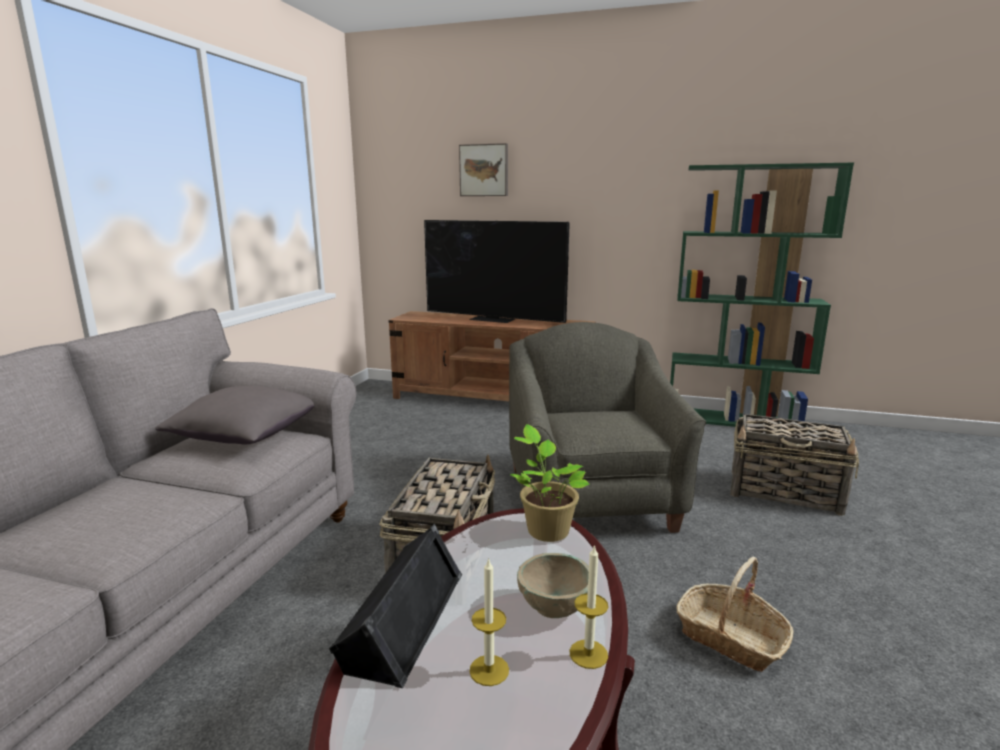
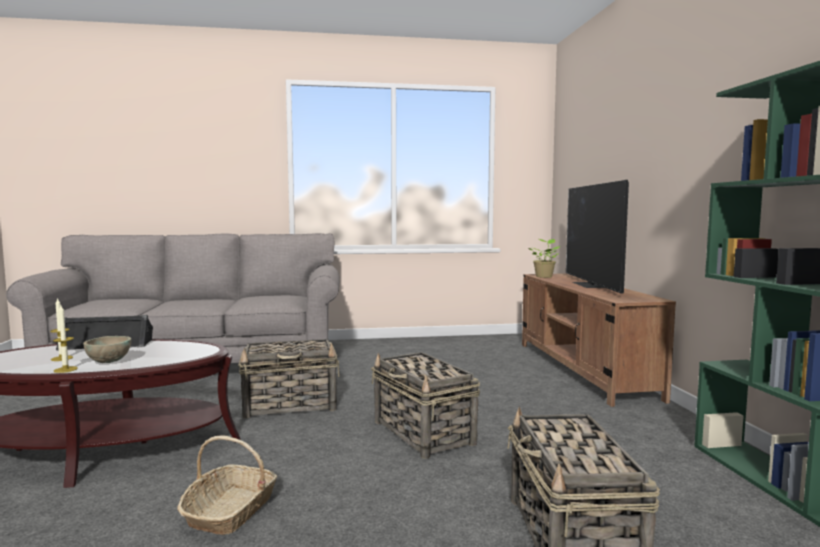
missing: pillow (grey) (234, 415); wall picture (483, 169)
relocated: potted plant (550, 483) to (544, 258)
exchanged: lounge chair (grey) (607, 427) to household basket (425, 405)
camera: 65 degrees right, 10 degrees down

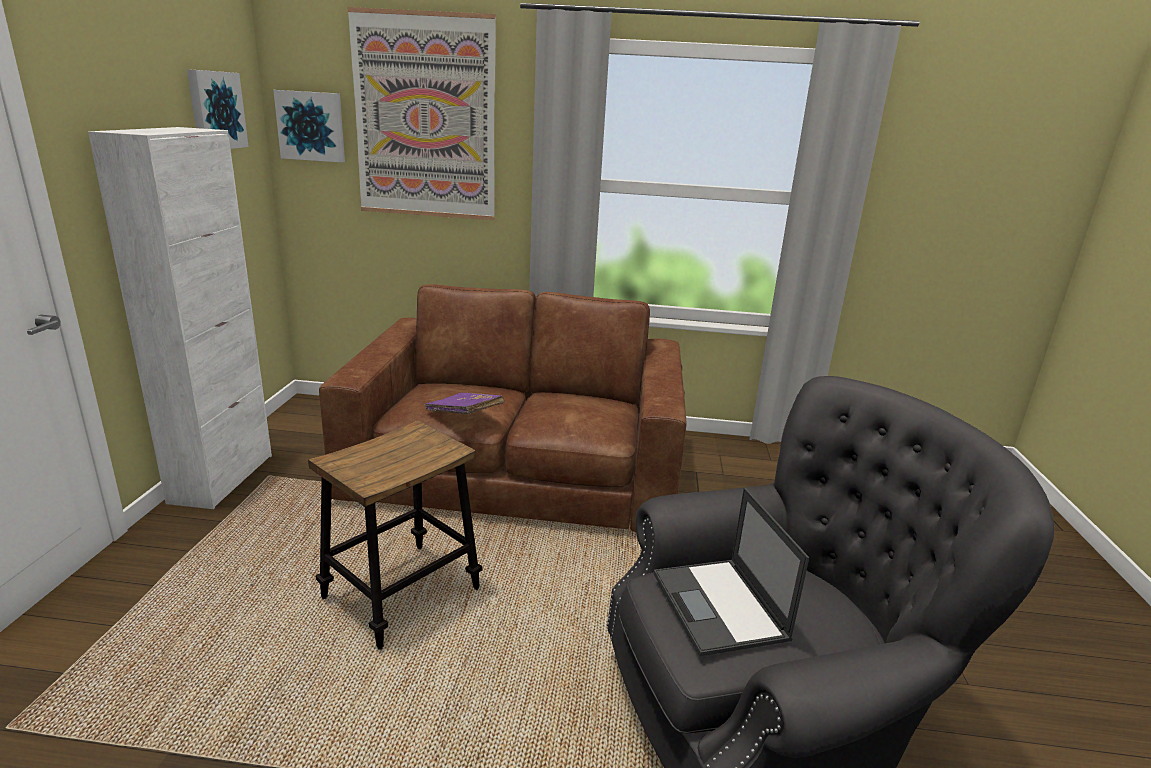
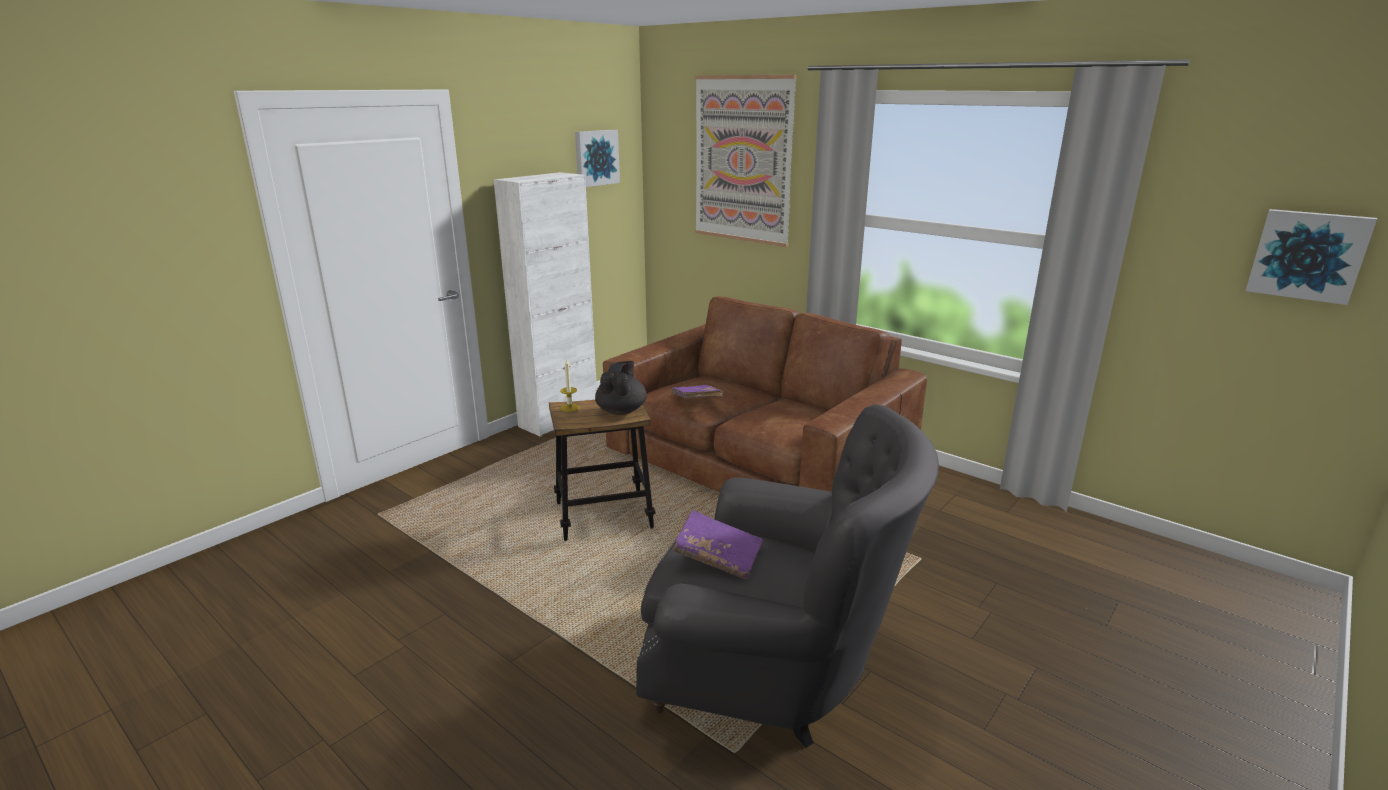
appeared: wax candle (570, 385); teapot (black) (621, 388)
relocated: wall picture (309, 126) to (1311, 257)
exchanged: portable computer (731, 572) to book (purple-coloured) (718, 545)
camera: 35 degrees right, 0 degrees up

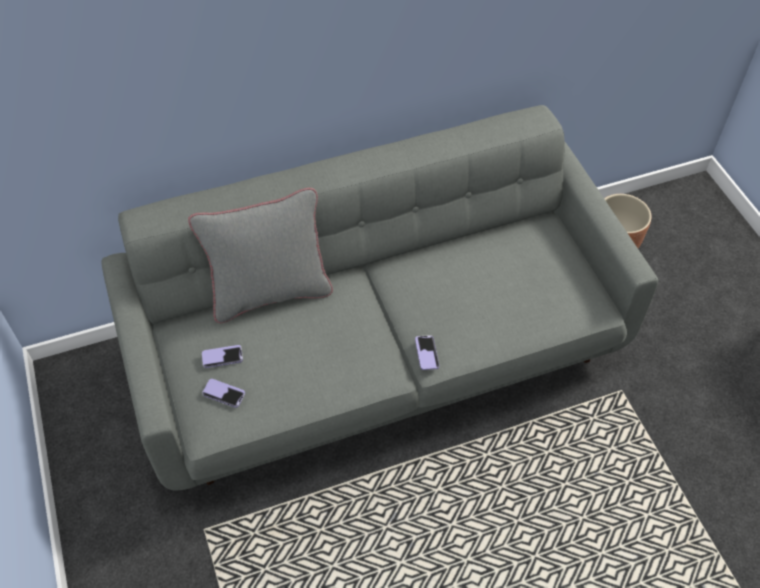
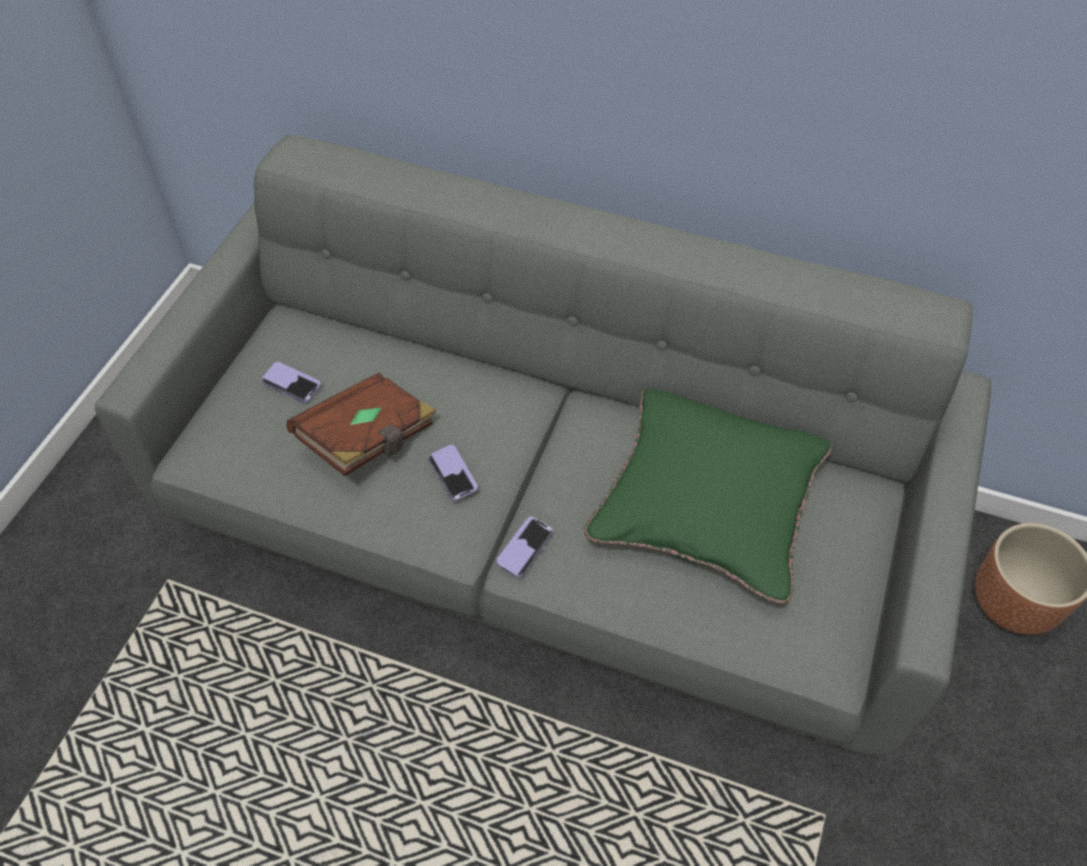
missing: pillow (grey) (260, 255)
appeared: book (brownish) (361, 424); pillow (green) (708, 496)
relocated: telephone (223, 393) to (453, 473)
camera: 40 degrees right, 0 degrees up

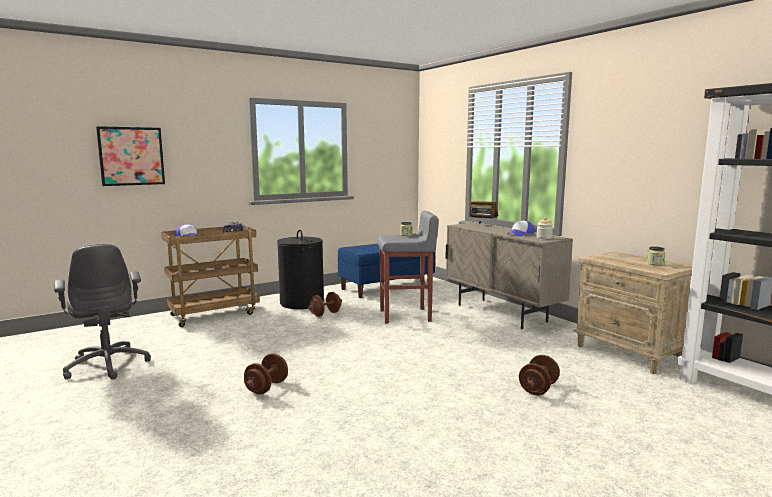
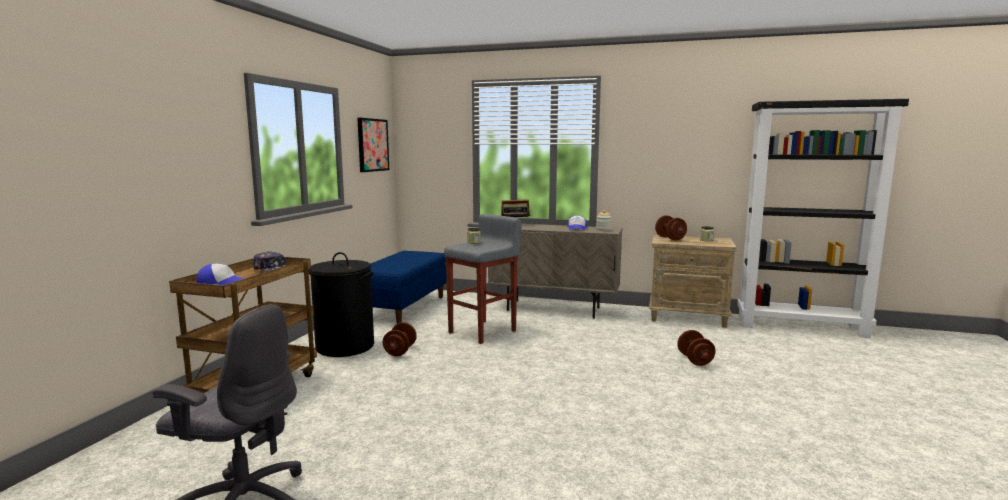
relocated: wall picture (130, 156) to (373, 145); hand weight (brownish) (266, 374) to (671, 228)
camera: 40 degrees left, 0 degrees up

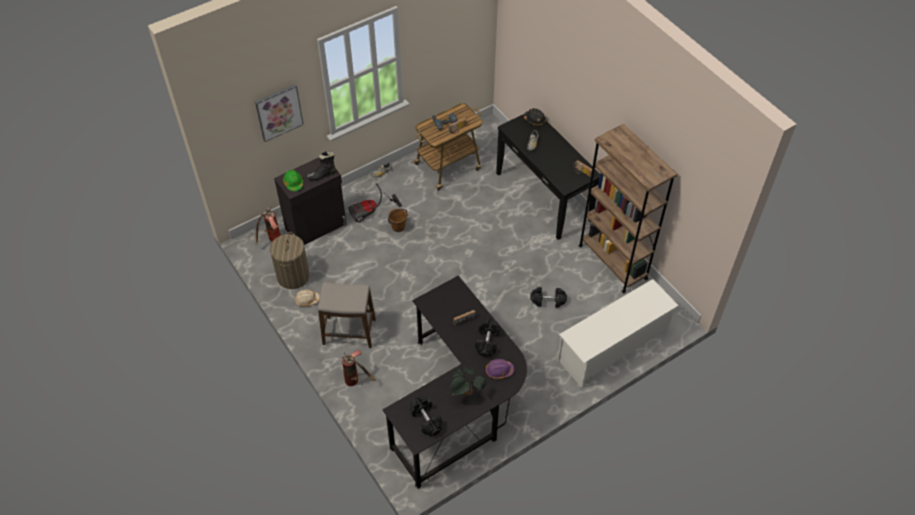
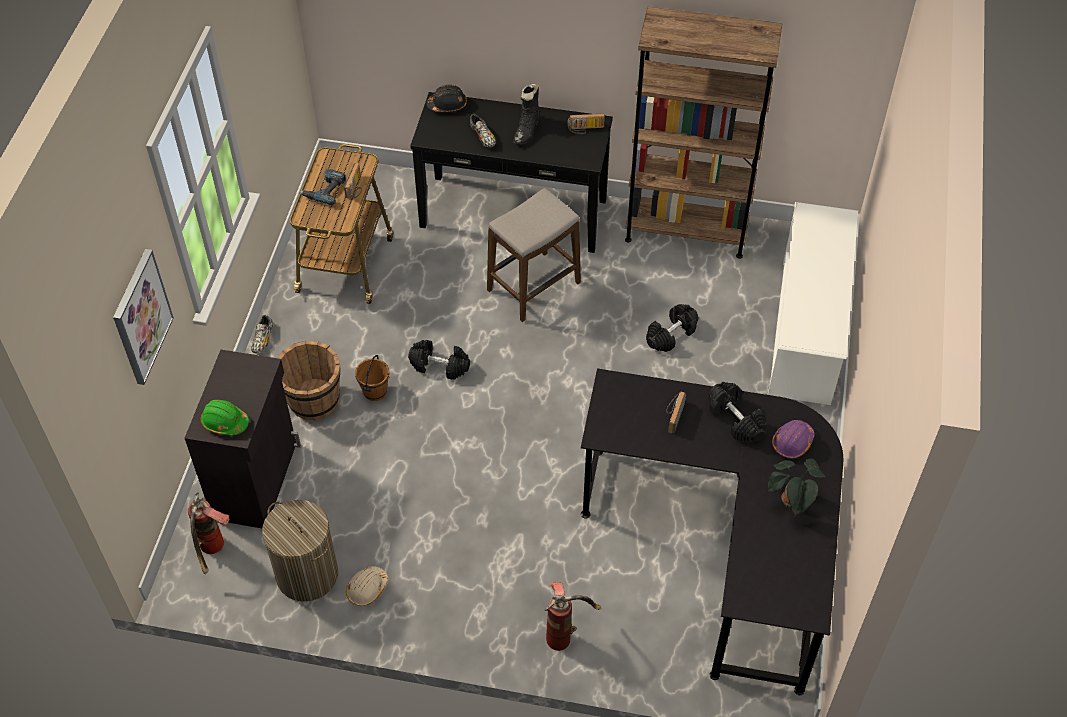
relocated: high-top boot (black) (321, 166) to (526, 114); sitting stool (347, 315) to (534, 255); hand weight (black) (426, 416) to (439, 360)
exchanged: hoover (375, 202) to water bucket (brownish) (309, 380)
camera: 45 degrees left, 0 degrees up

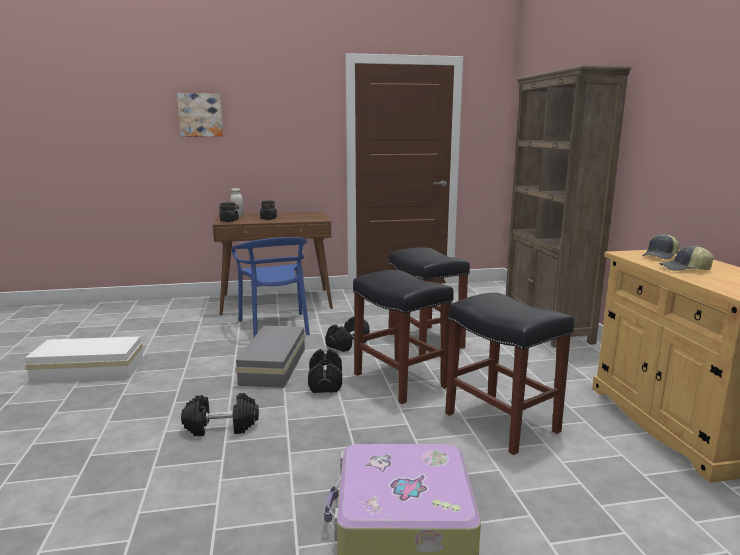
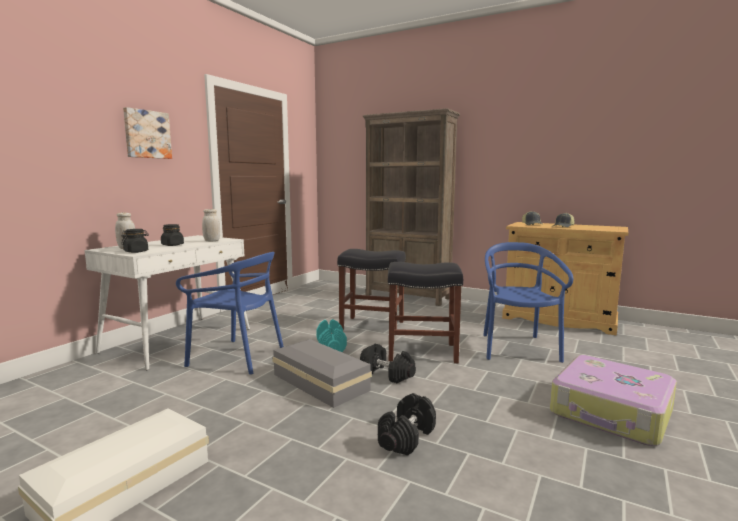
appeared: preserve jar (white) (211, 225)
relocated: wall picture (200, 115) to (147, 133)
exchanged: sitting stool (black) (509, 374) to upright chair (blue-coloured) (528, 302)
colour: desk unit (brownish) (273, 263) to desk unit (white) (167, 302); hand weight (black) (347, 334) to hand weight (blue-green) (331, 335)
camera: 50 degrees left, 5 degrees down

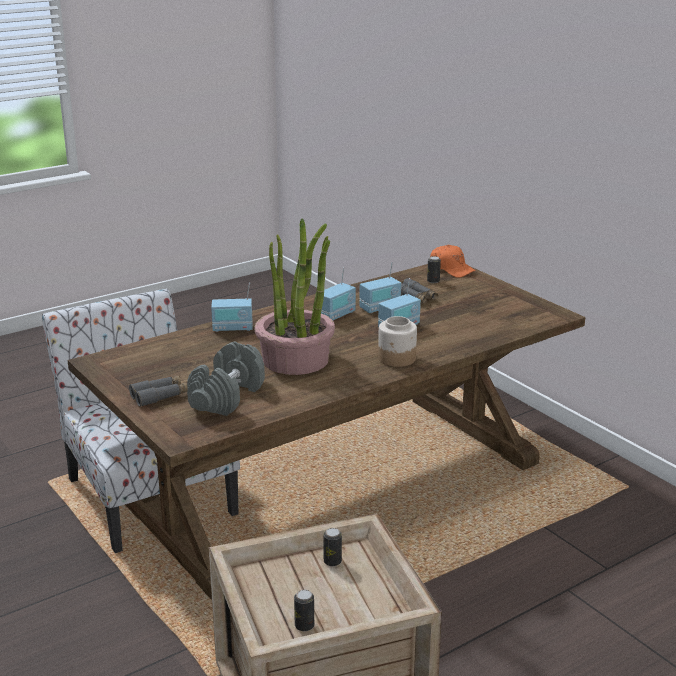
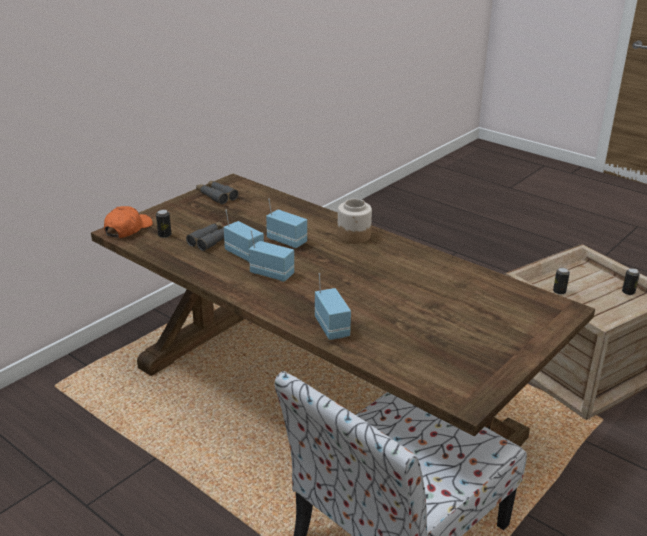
missing: hand weight (grey) (226, 379); potted plant (295, 297)
relocated: binoculars (grey) (158, 391) to (217, 192)
camera: 105 degrees left, 5 degrees up

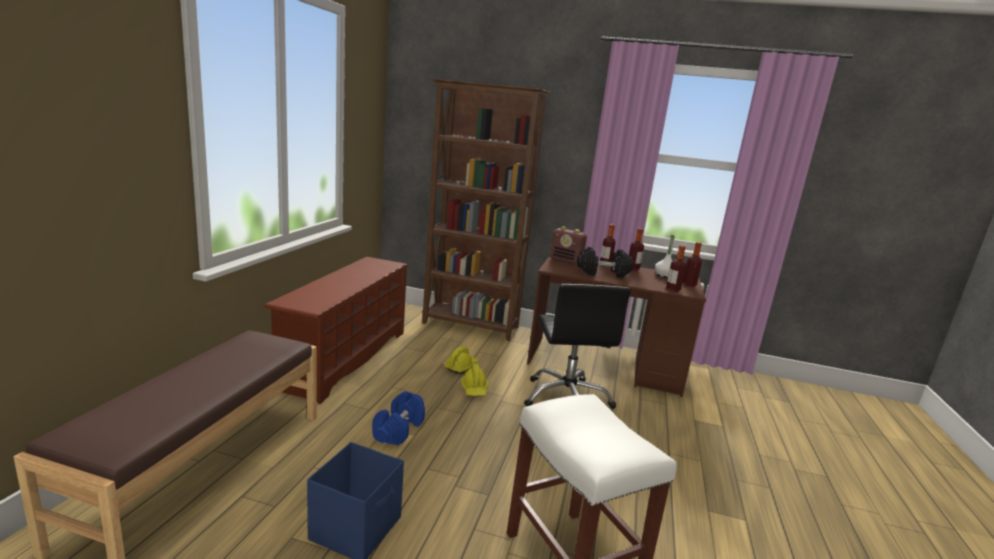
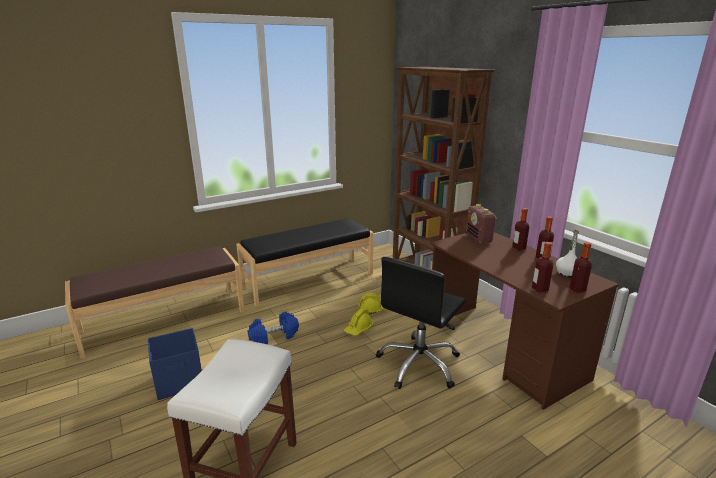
missing: hand weight (black) (605, 262)
exchanged: shoe stand (brownish) (336, 330) to long seat (black) (304, 262)
camera: 45 degrees right, 5 degrees up

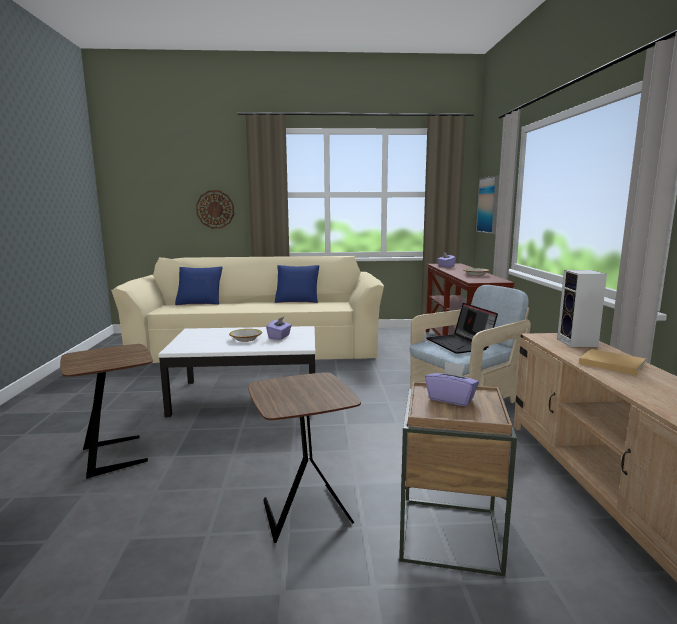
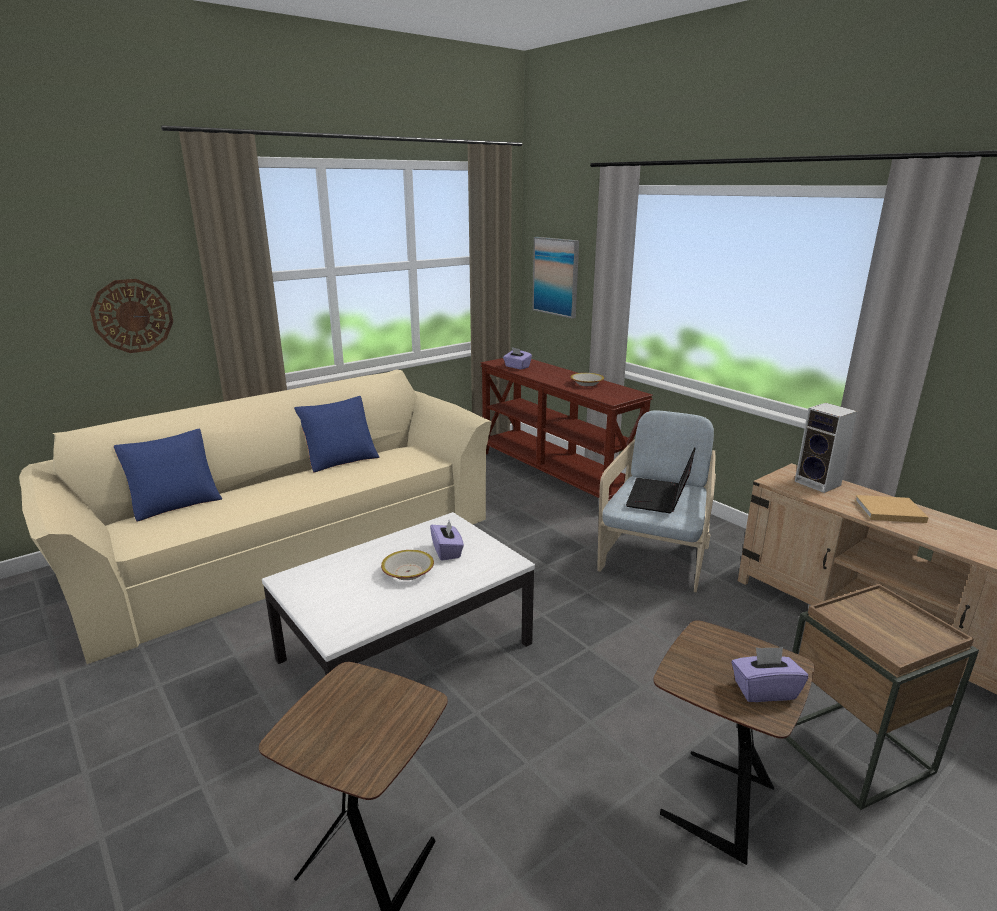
relocated: tissue box (purple-coloured) (452, 383) to (769, 674)
spun: portable computer (462, 328) = (661, 480) 75 degrees clockwise
camera: 35 degrees left, 10 degrees up

